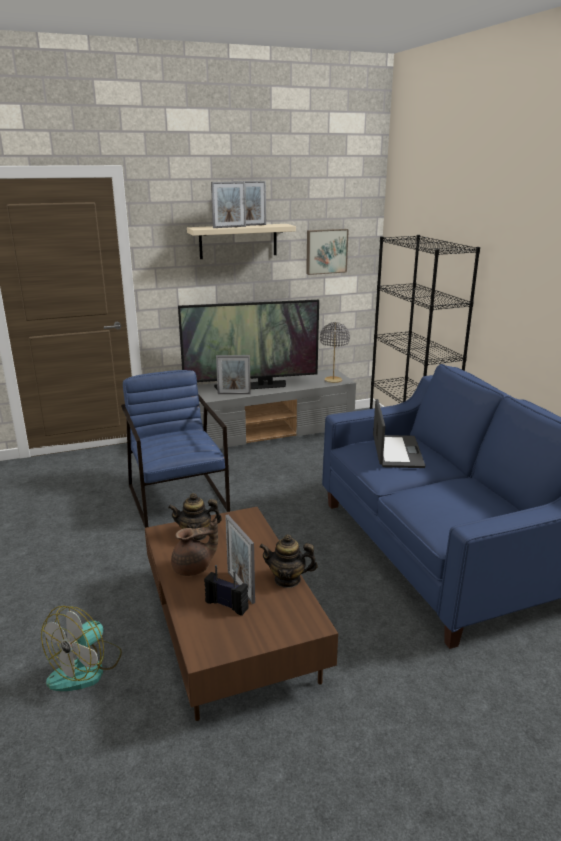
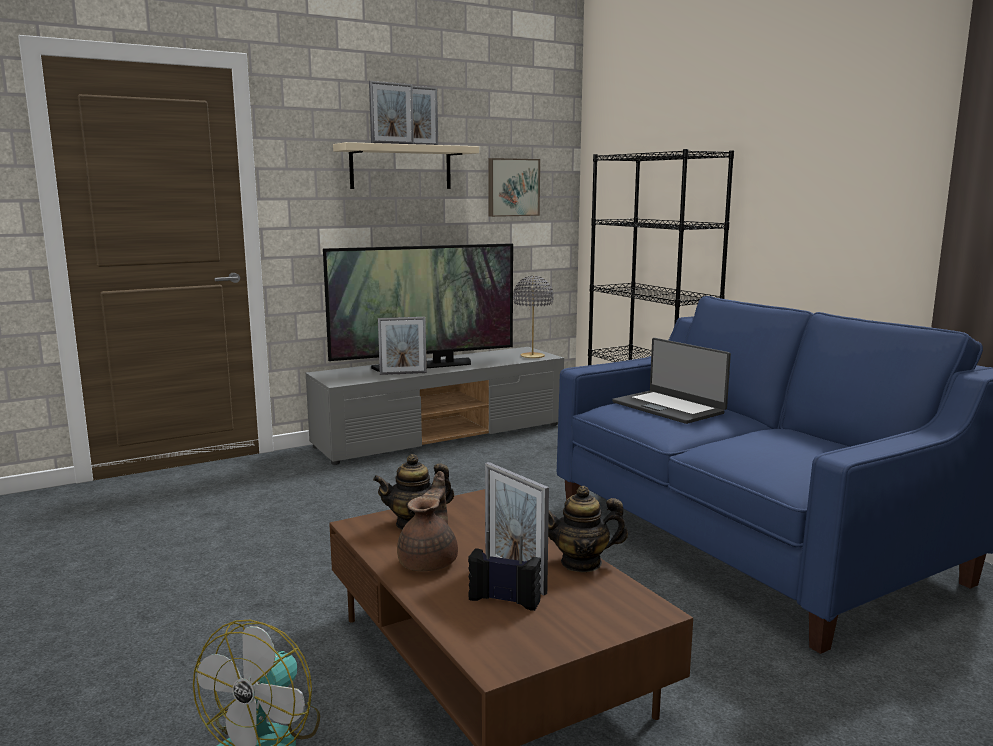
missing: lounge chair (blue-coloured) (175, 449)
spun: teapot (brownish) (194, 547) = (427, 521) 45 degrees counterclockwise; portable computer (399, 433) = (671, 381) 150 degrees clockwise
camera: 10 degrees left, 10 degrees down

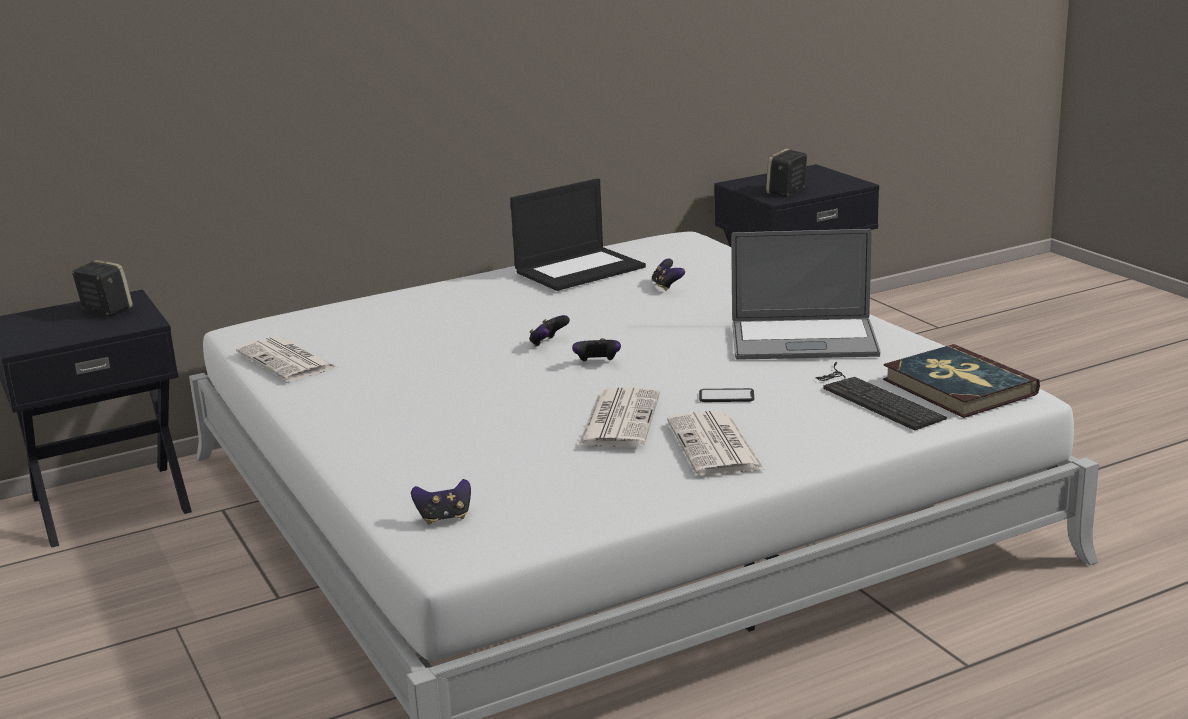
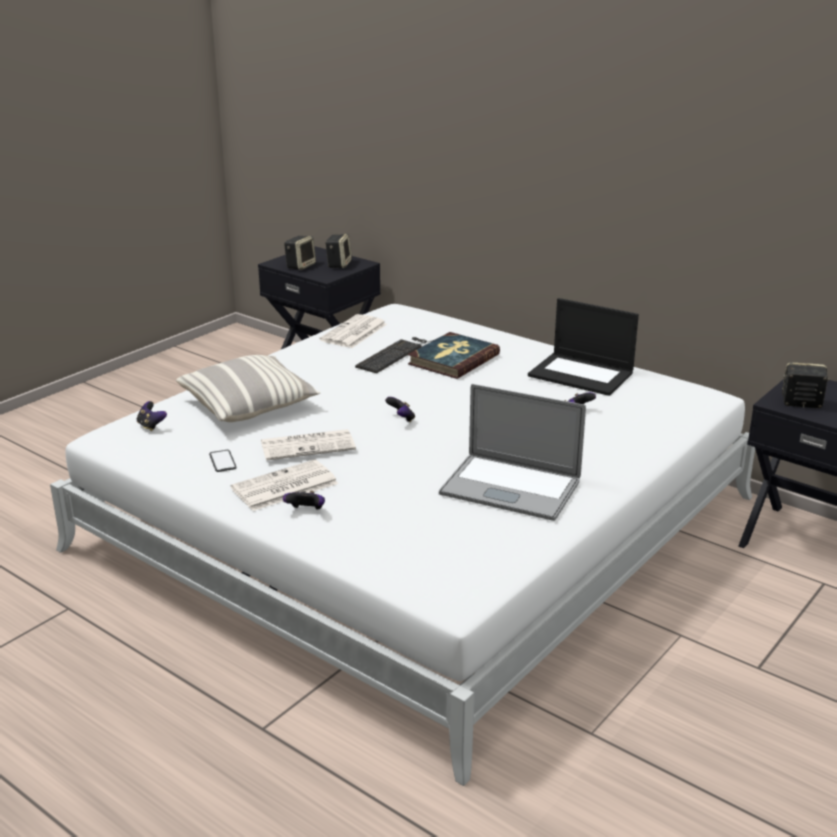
appeared: pillow (248, 388); audio speaker (300, 253)
relocated: game controller (549, 331) to (304, 500); telephone (726, 395) to (223, 461); PC keyboard (881, 396) to (394, 355); book (961, 381) to (454, 355)
spun: portable computer (805, 294) = (512, 452) 45 degrees counterclockwise
camera: 65 degrees right, 5 degrees up

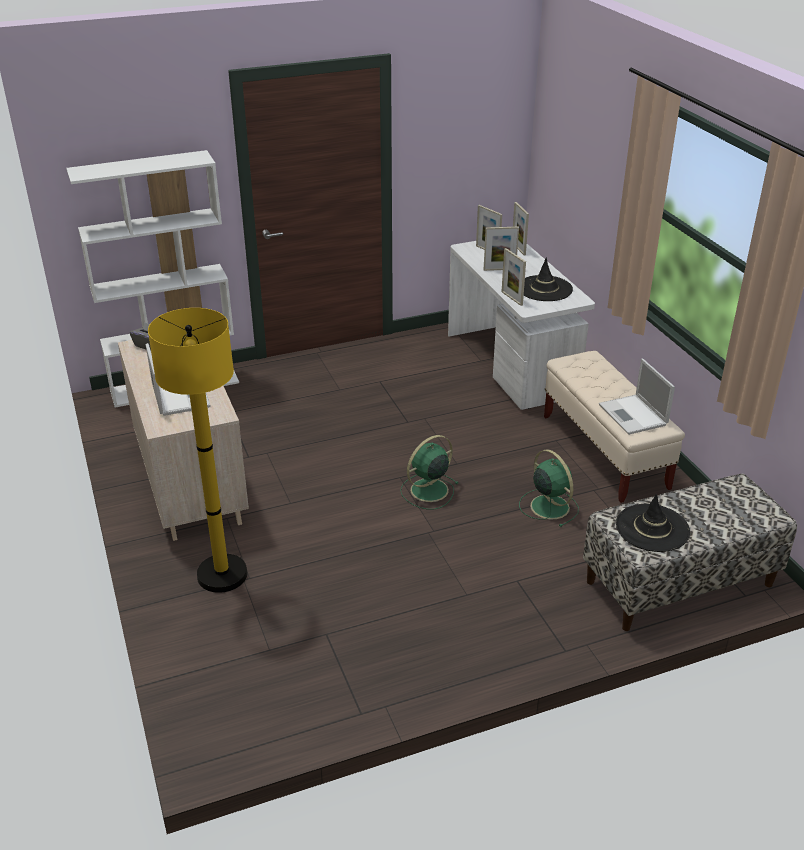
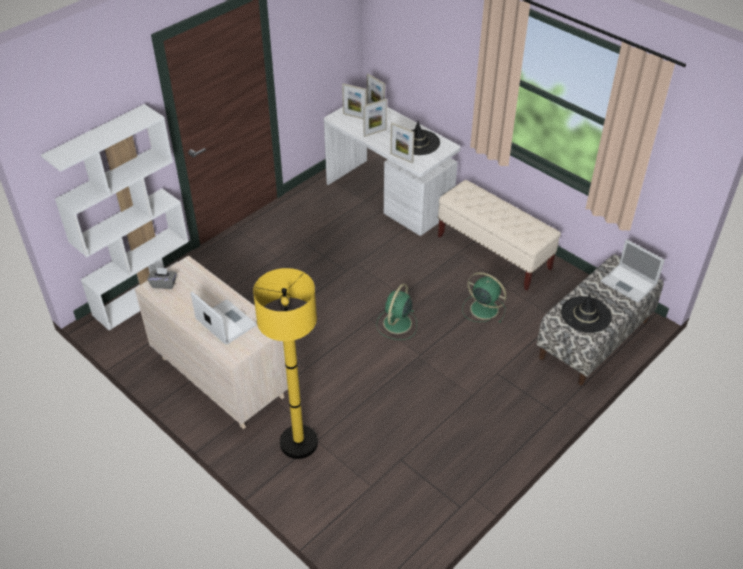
relocated: portable computer (637, 397) to (633, 271)
camera: 25 degrees left, 10 degrees up

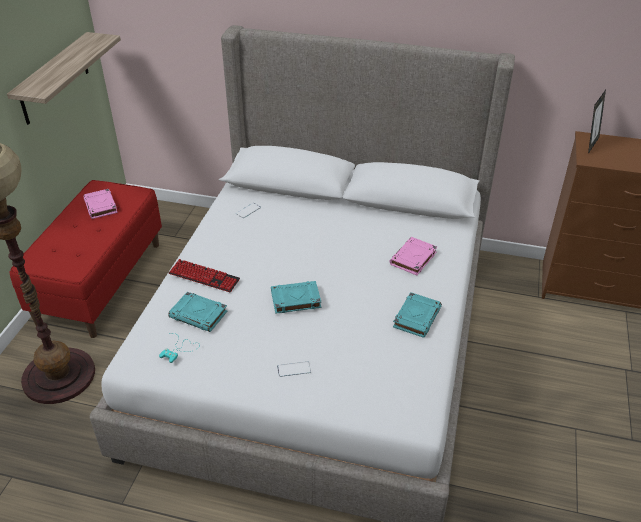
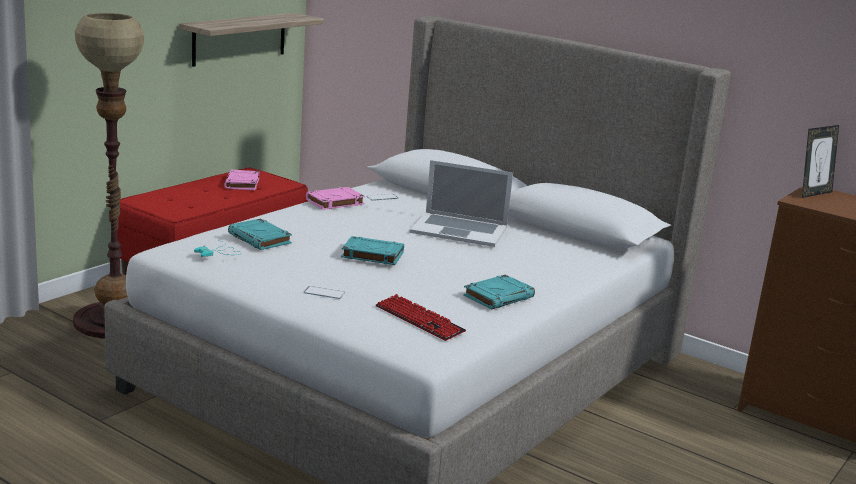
appeared: portable computer (461, 203)
relocated: PC keyboard (204, 275) to (421, 317); book (pink) (413, 256) to (335, 198)
camera: 20 degrees right, 20 degrees down

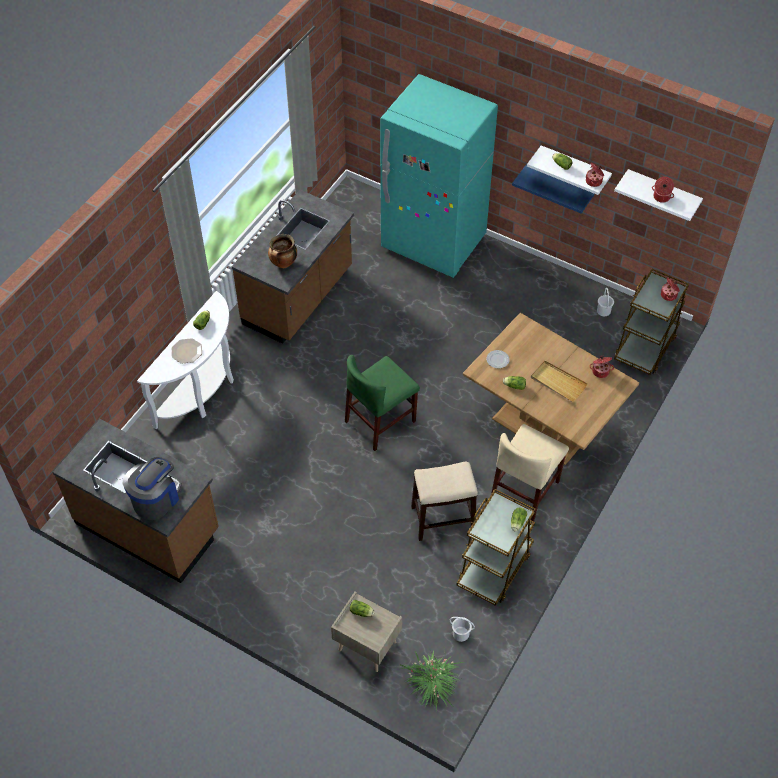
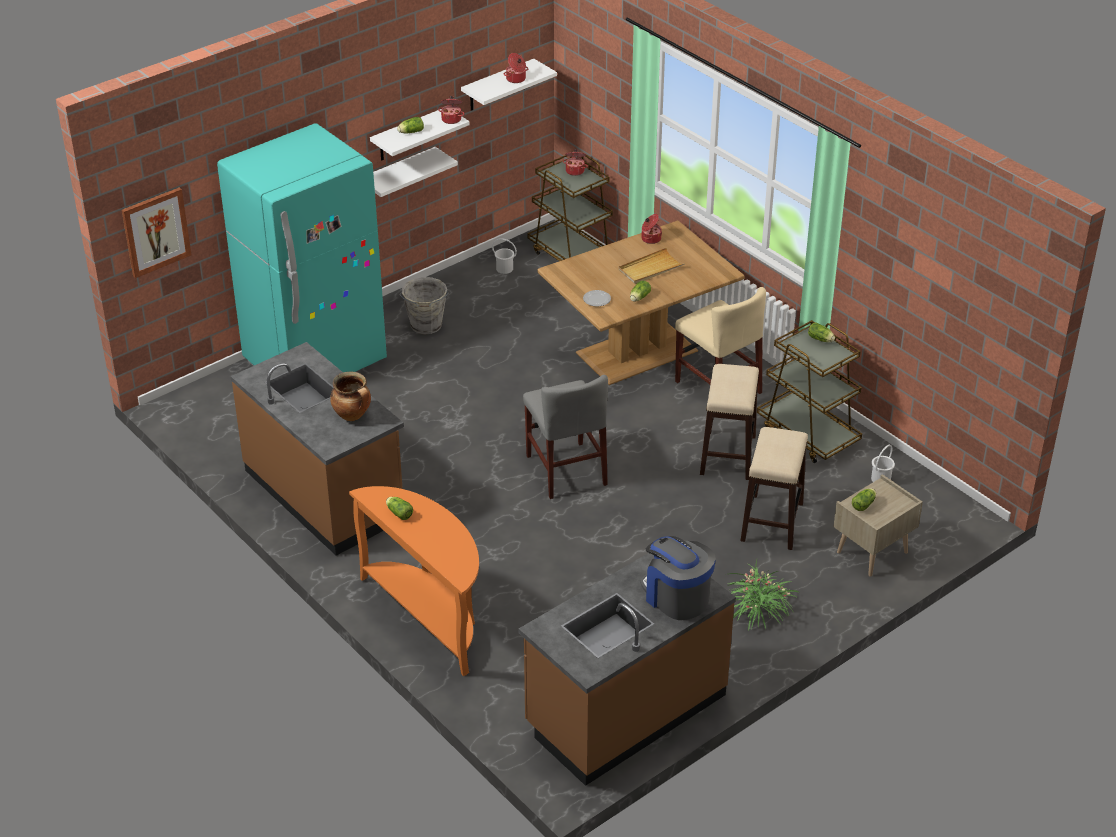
missing: plate (186, 350)
appeared: wall picture (156, 232); water bucket (grey) (424, 305); sitting stool (774, 488)
relocated: potted plant (432, 681) to (763, 595)
colour: hall table (white) (185, 360) to hall table (orange-coloured) (414, 581); upright chair (green) (382, 403) to upright chair (grey) (565, 437); wall shelf (blue-coloured) (553, 189) to wall shelf (white) (415, 172)
camera: 70 degrees left, 15 degrees down

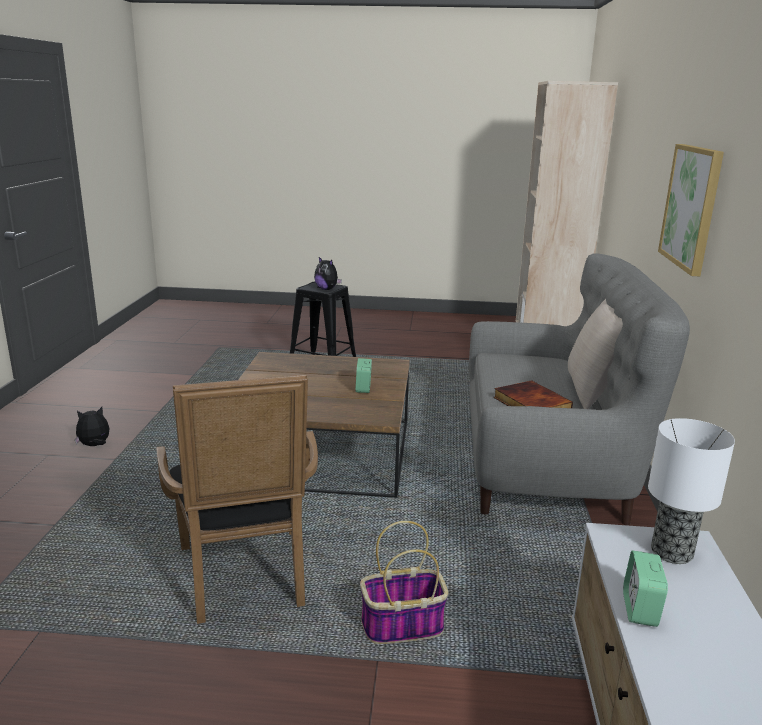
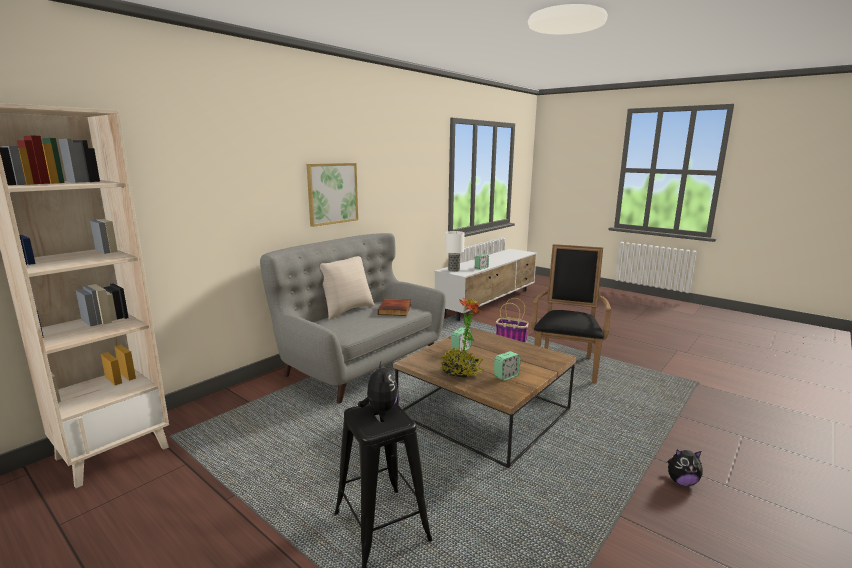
appeared: potted plant (462, 337); alarm clock (507, 366)
camera: 145 degrees left, 5 degrees down

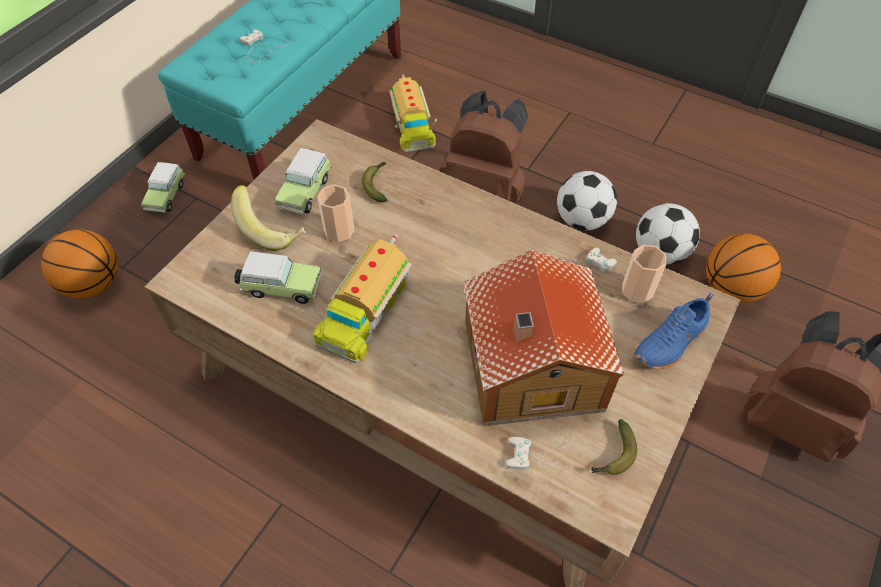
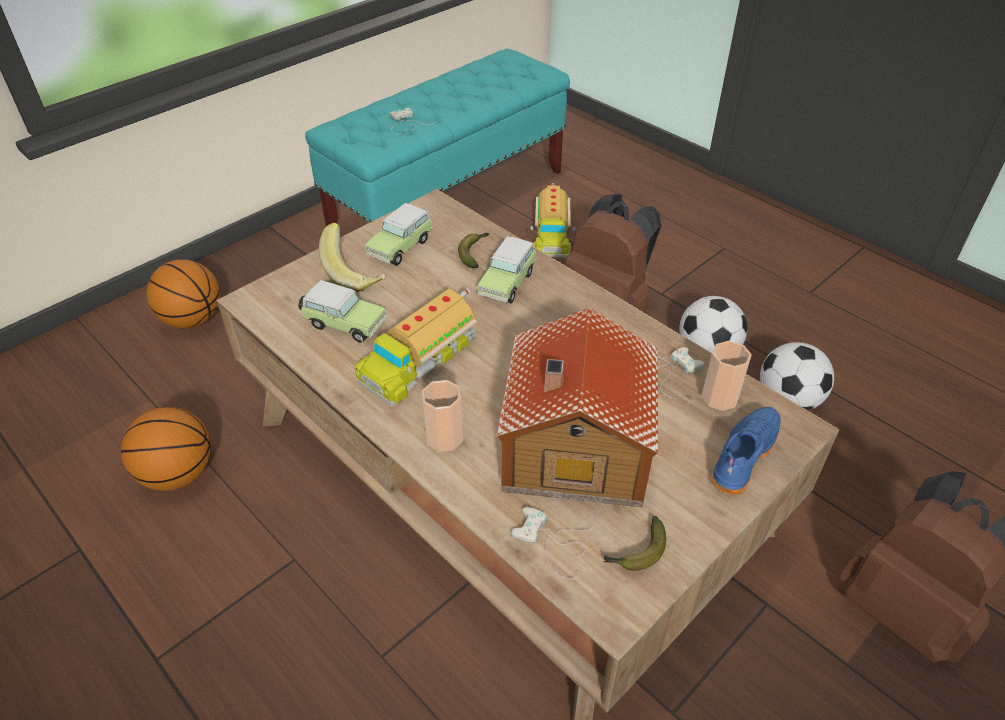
relocated: miniature car (163, 187) to (507, 269); cup (336, 213) to (442, 416); basketball ball (743, 268) to (166, 449)
spun: low shoe (blue-coloured) (673, 331) = (746, 451) 150 degrees clockwise
camera: 15 degrees right, 10 degrees down

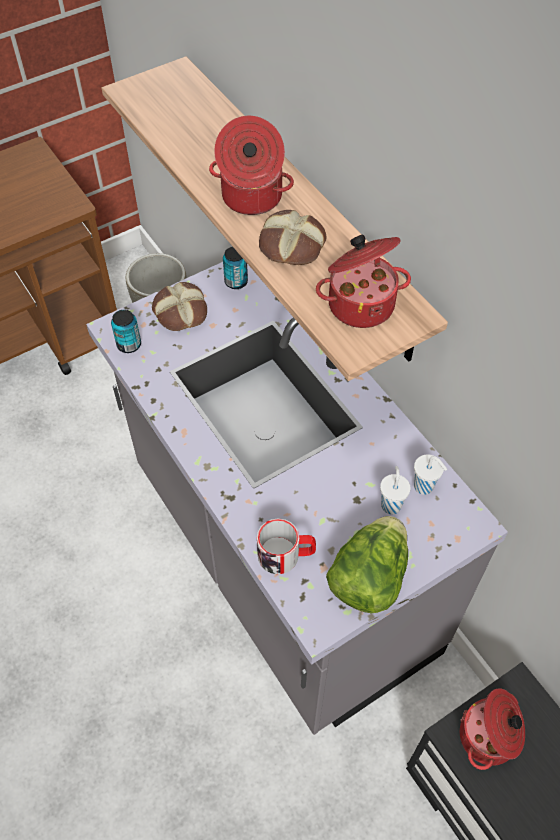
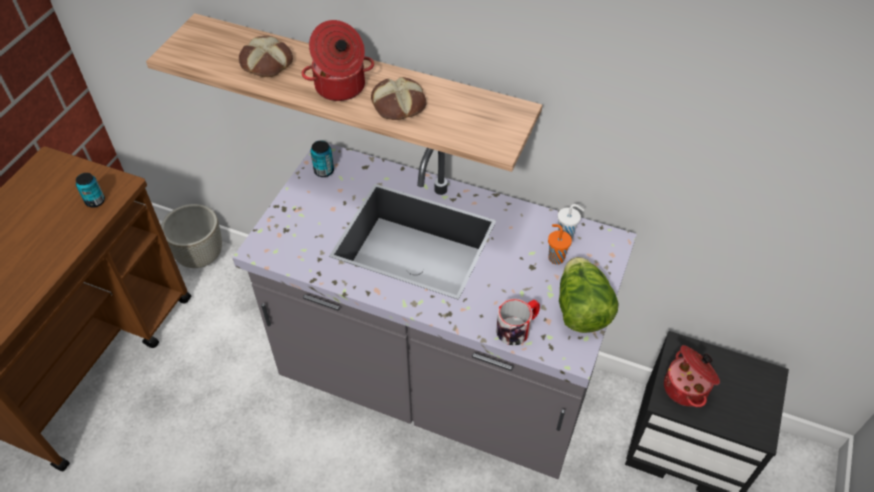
missing: stockpot (363, 281)
relocated: metal can (126, 331) to (90, 190); bread (179, 306) to (266, 56)
colour: cup (white) (395, 490) to cup (orange-coloured) (560, 244)
camera: 35 degrees left, 5 degrees down

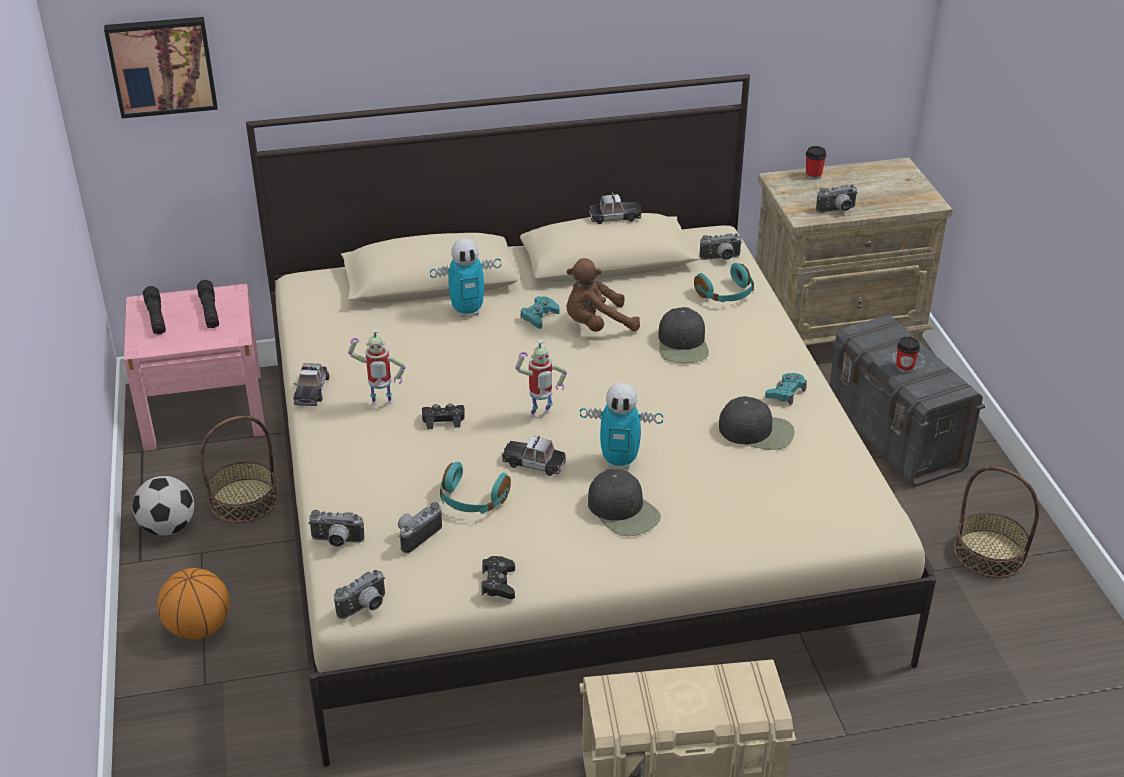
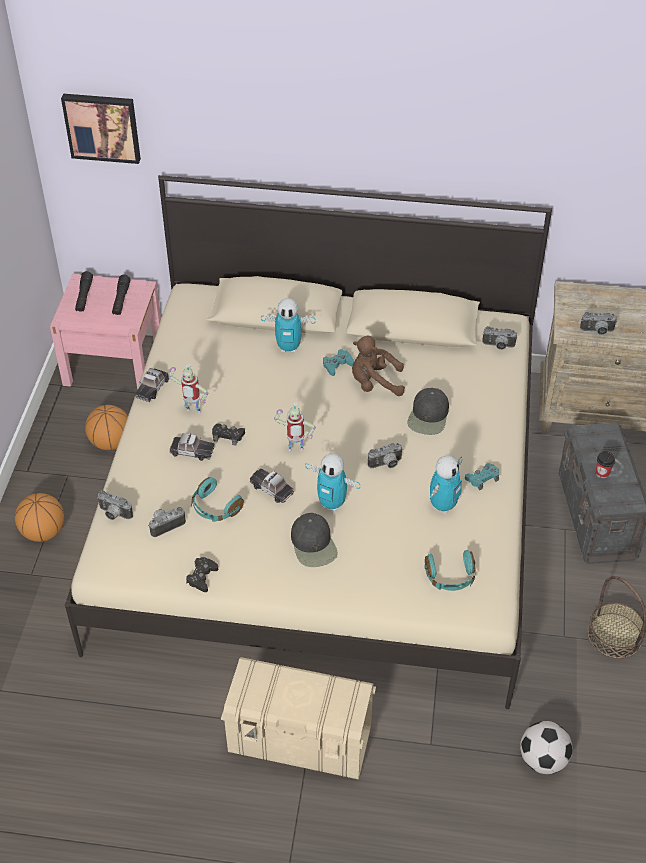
missing: cup (816, 163)
relocated: football ball (163, 506) to (546, 747); still camera (359, 594) to (385, 455); miniature car (615, 208) to (192, 447); headphones (blue-green) (724, 282) to (450, 570)
exchanged: household basket (239, 469) to basketball ball (106, 427); cap (black) (757, 423) to model robot (445, 484)
camera: 20 degrees right, 10 degrees up

